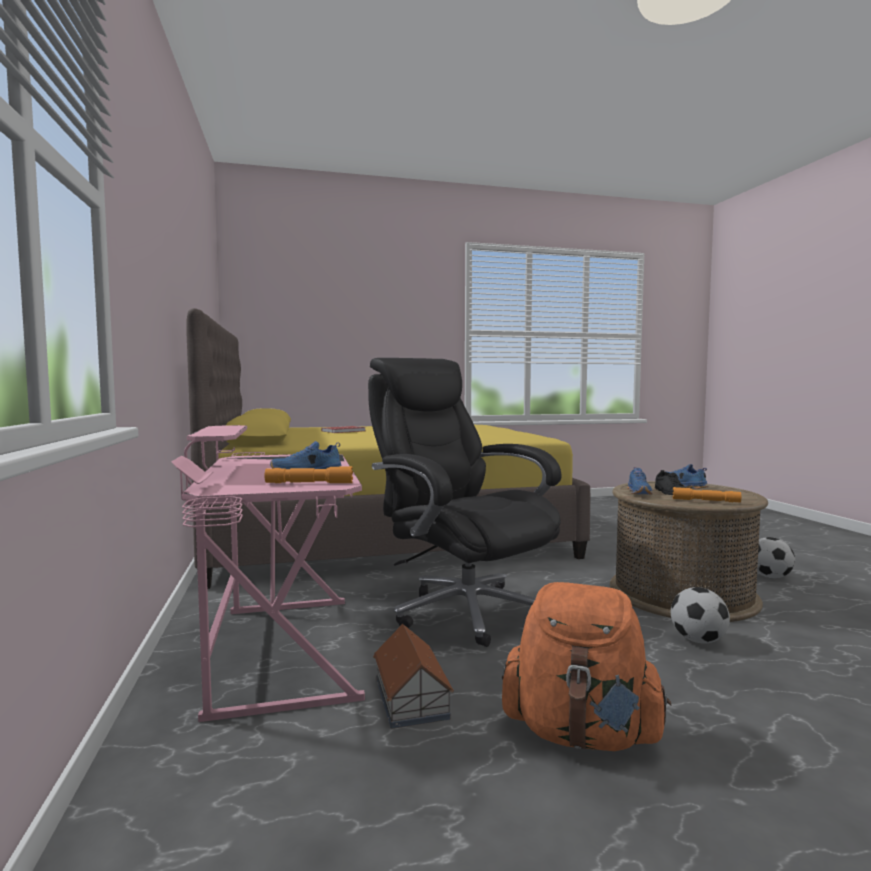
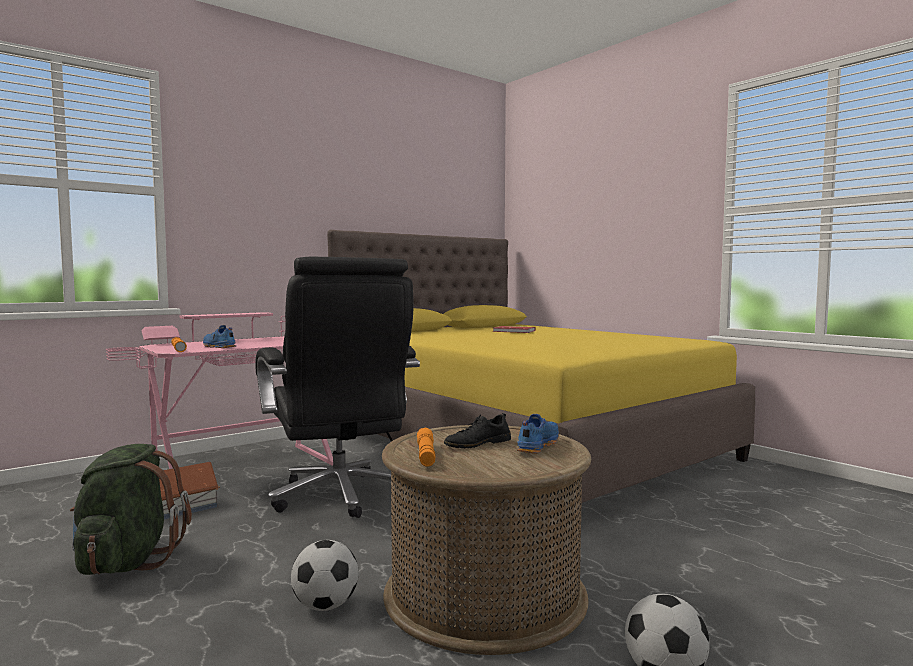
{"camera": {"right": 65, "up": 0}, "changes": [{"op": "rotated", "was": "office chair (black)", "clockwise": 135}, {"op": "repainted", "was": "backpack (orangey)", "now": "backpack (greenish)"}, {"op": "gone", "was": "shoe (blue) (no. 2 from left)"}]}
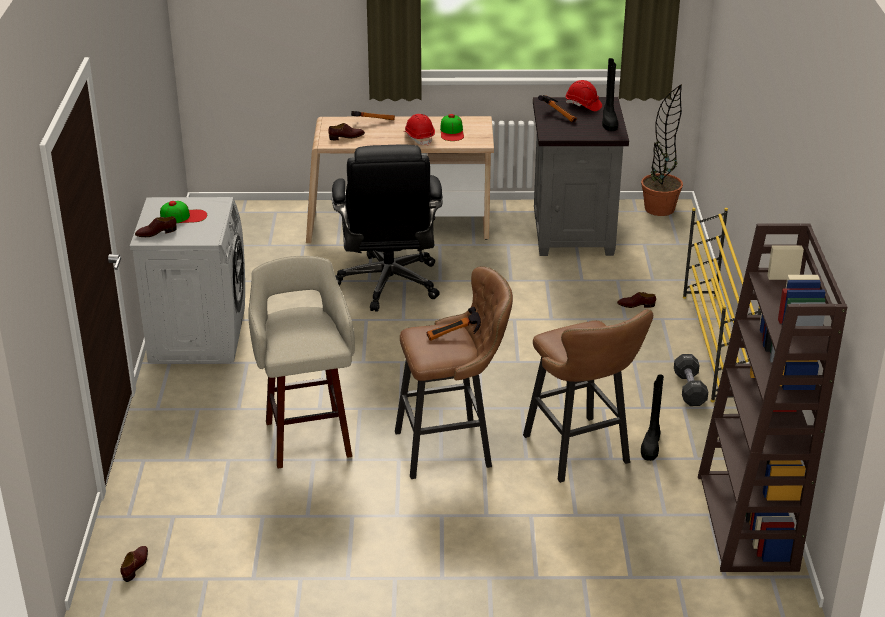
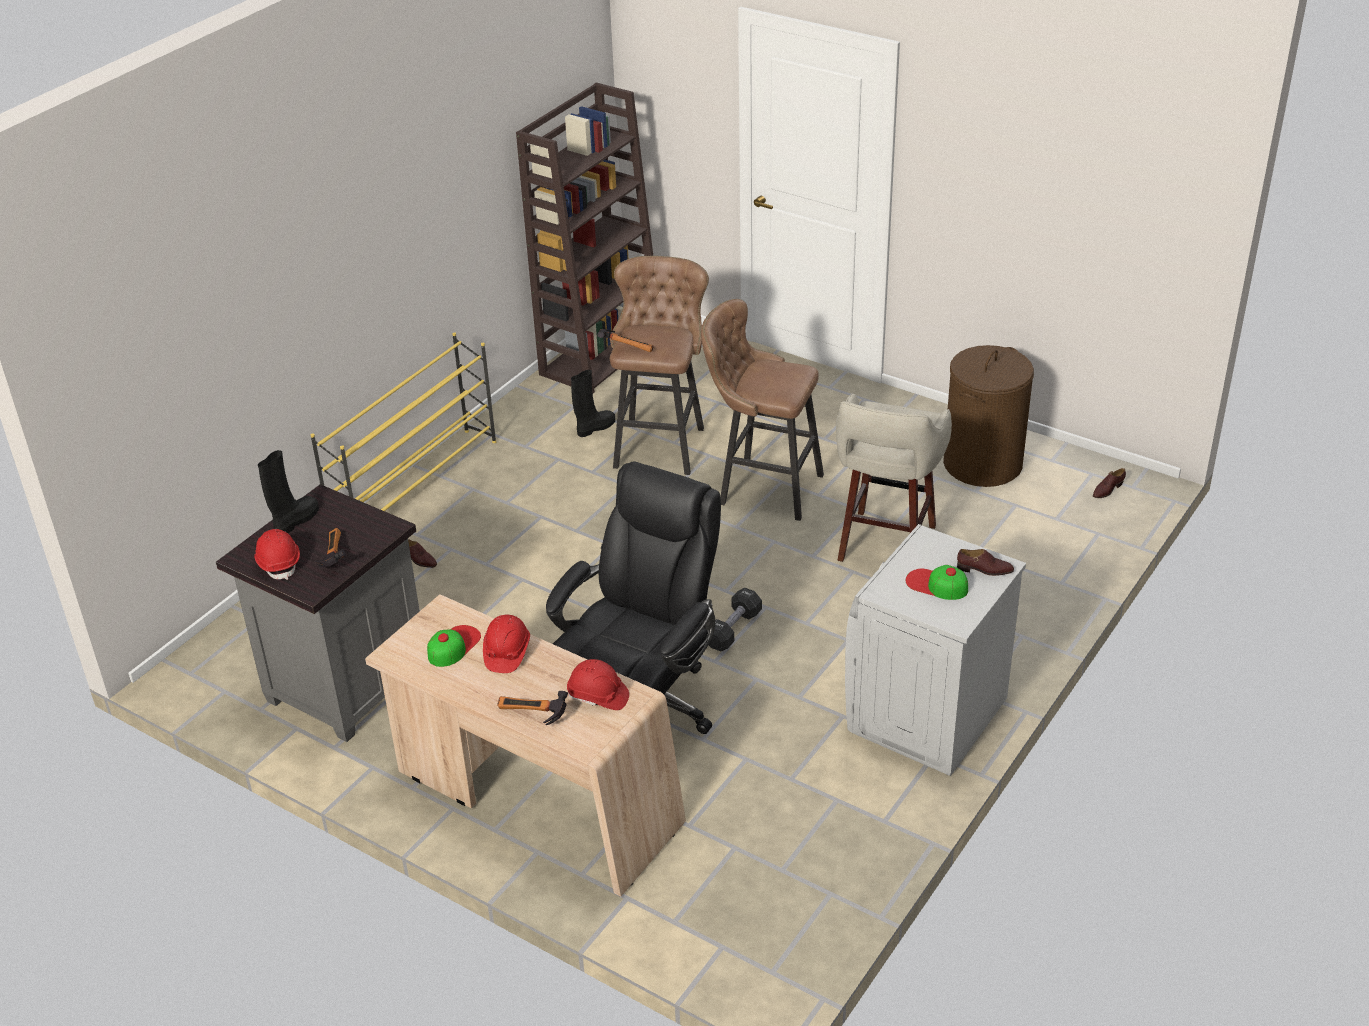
{"camera": {"right": -145, "up": 5}, "changes": [{"op": "swapped", "was": "shoe (brown) (no. 3 from left)", "now": "hard hat (reddish) (no. 3 from left)"}, {"op": "shifted", "was": "hand hammer (no. 2 from left in the first image)", "now": "hand hammer (no. 3 from left)"}, {"op": "gone", "was": "plant in a pot"}, {"op": "shifted", "was": "hand weight (black)"}, {"op": "new", "now": "hamper (brown)"}]}
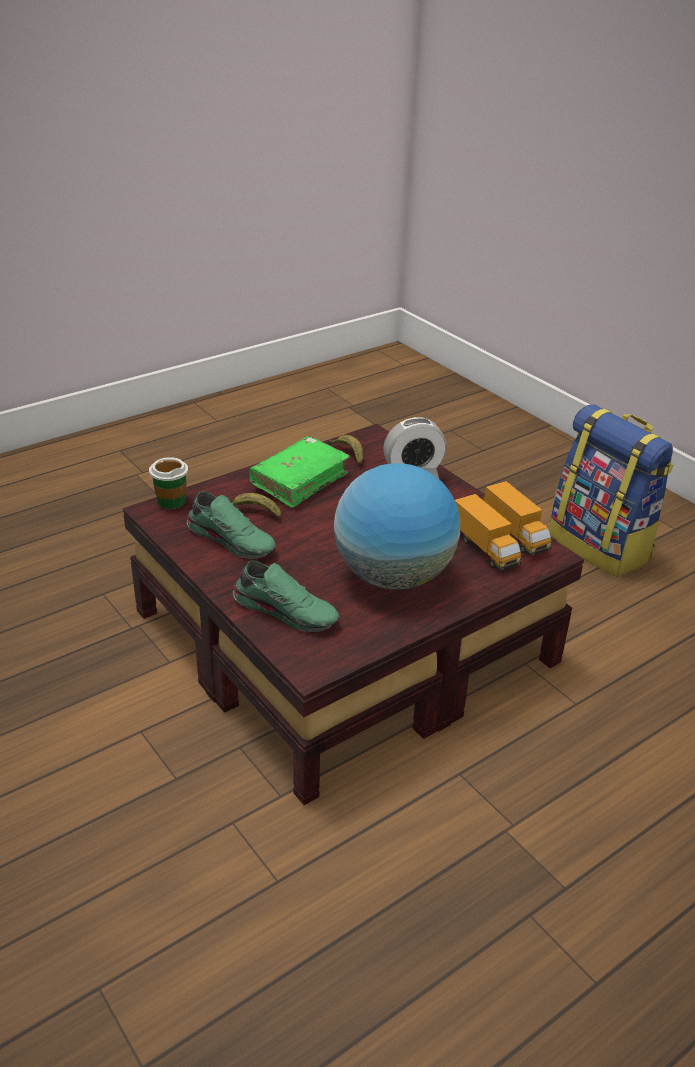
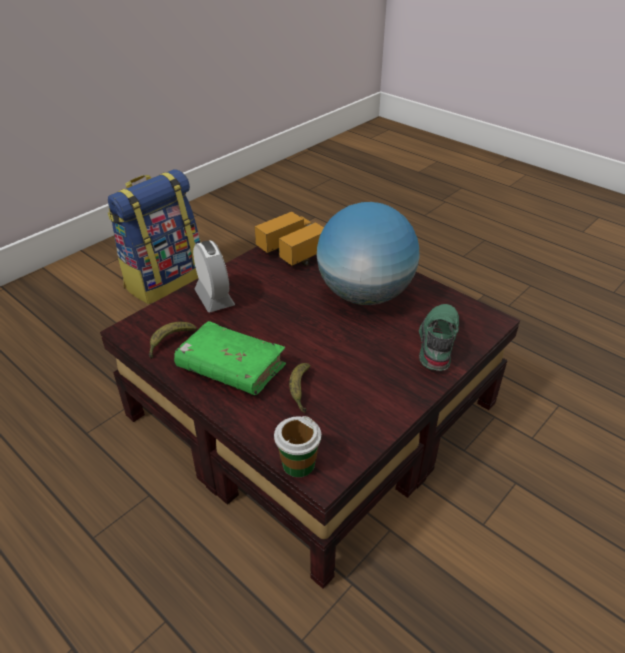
{"camera": {"right": -100, "up": 5}, "changes": [{"op": "gone", "was": "shoe (greenish) (no. 1 from left)"}]}
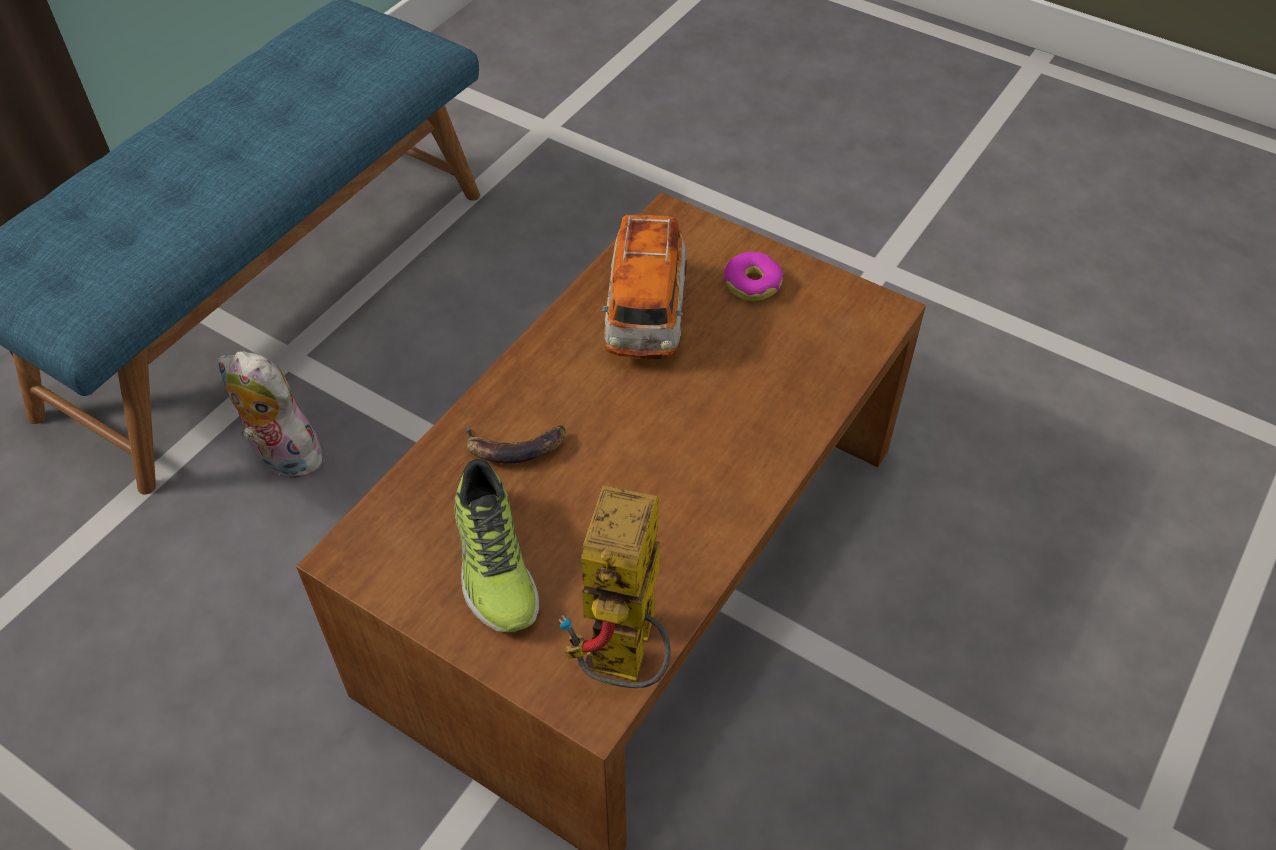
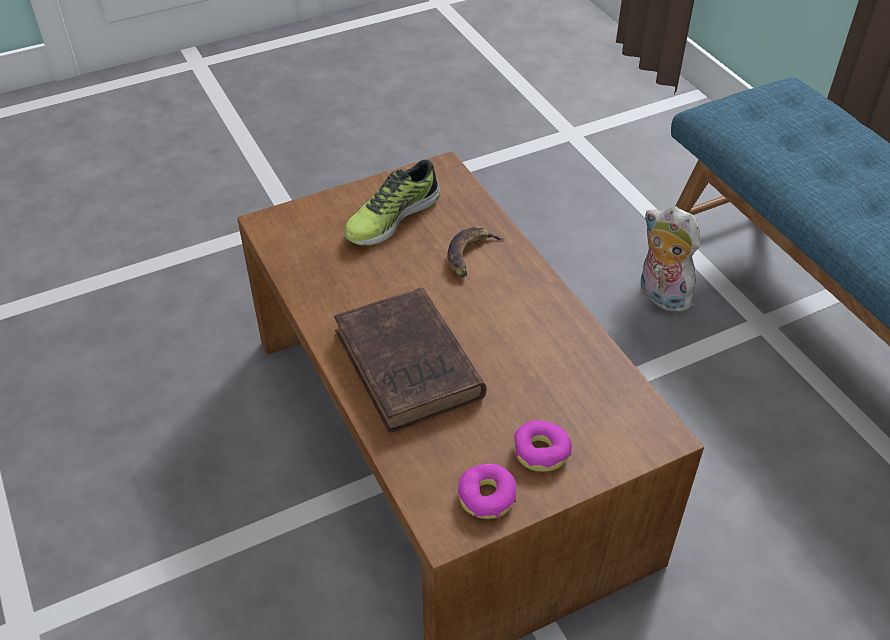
{"camera": {"right": 120, "up": -5}, "changes": [{"op": "rotated", "was": "plush toy", "clockwise": -105}, {"op": "rotated", "was": "shoe", "clockwise": -60}, {"op": "gone", "was": "robot figure"}, {"op": "gone", "was": "model car"}, {"op": "new", "now": "book (brown)"}, {"op": "new", "now": "ring doughnut (no. 1 from left)"}]}
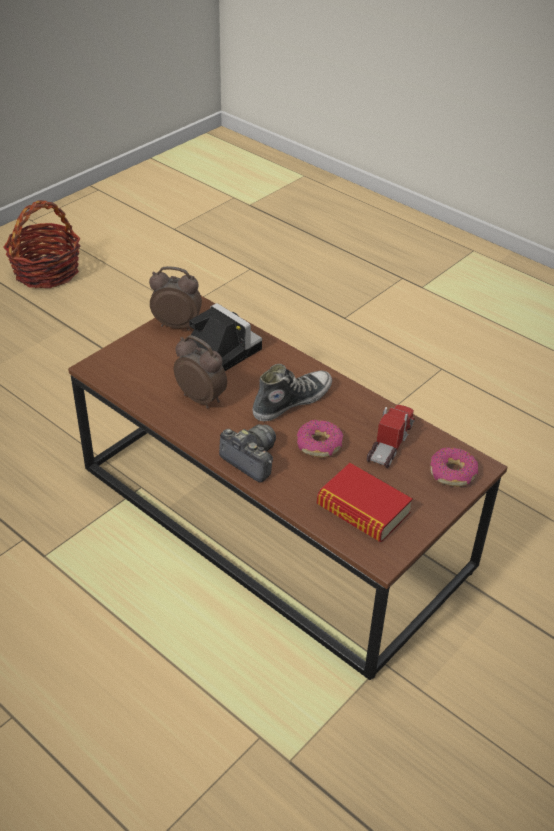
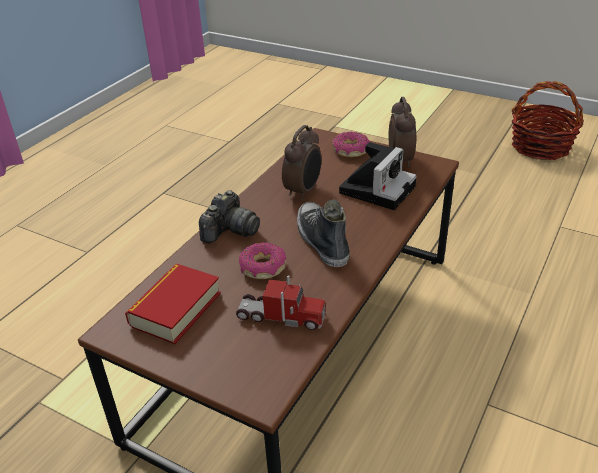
{"camera": {"right": 80, "up": -5}, "changes": [{"op": "rotated", "was": "shoe", "clockwise": -150}, {"op": "shifted", "was": "ring doughnut (no. 2 from left)"}]}
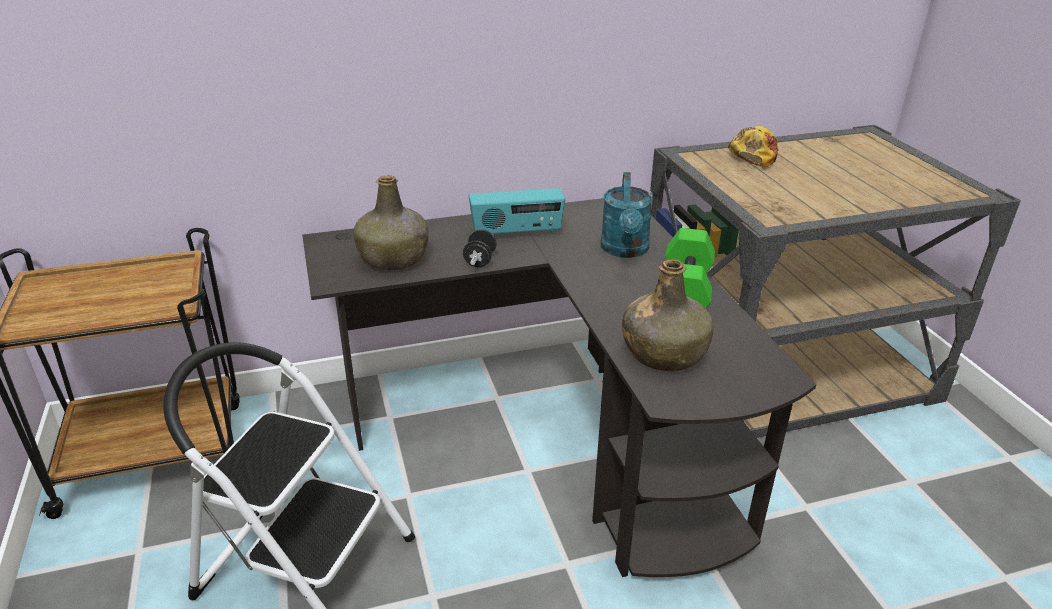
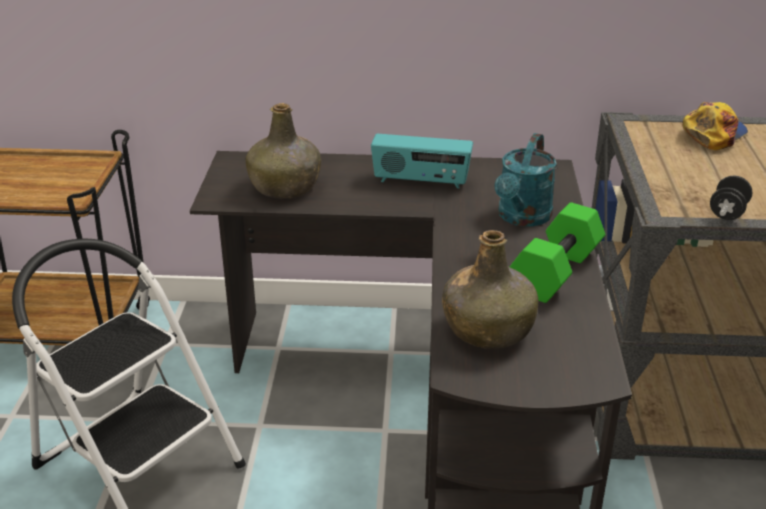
{"camera": {"right": 20, "up": 0}, "changes": [{"op": "shifted", "was": "hand weight (black)"}]}
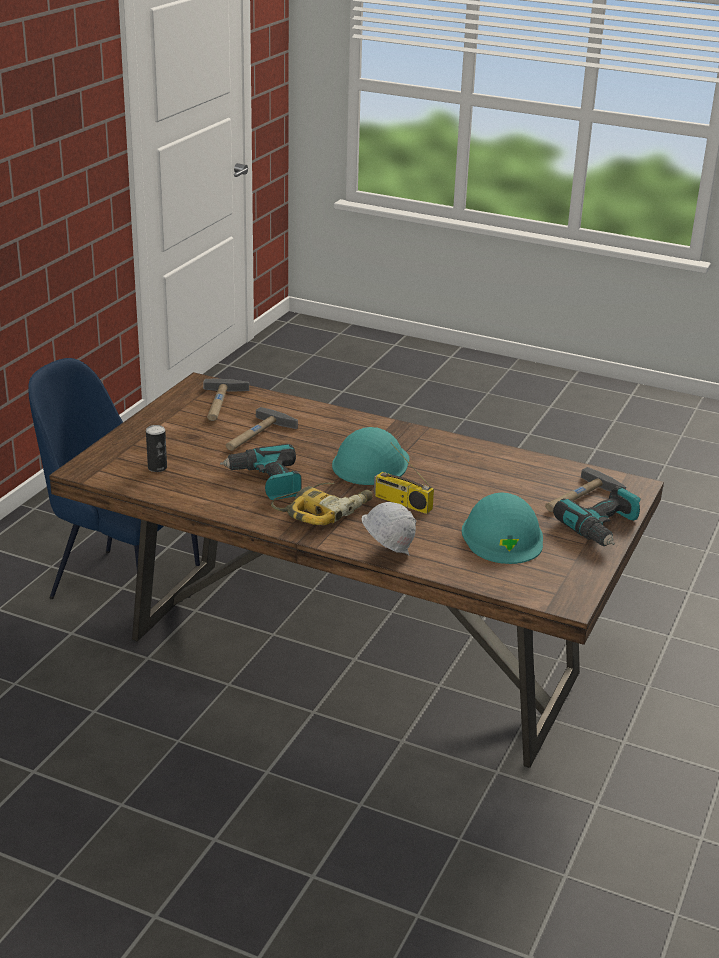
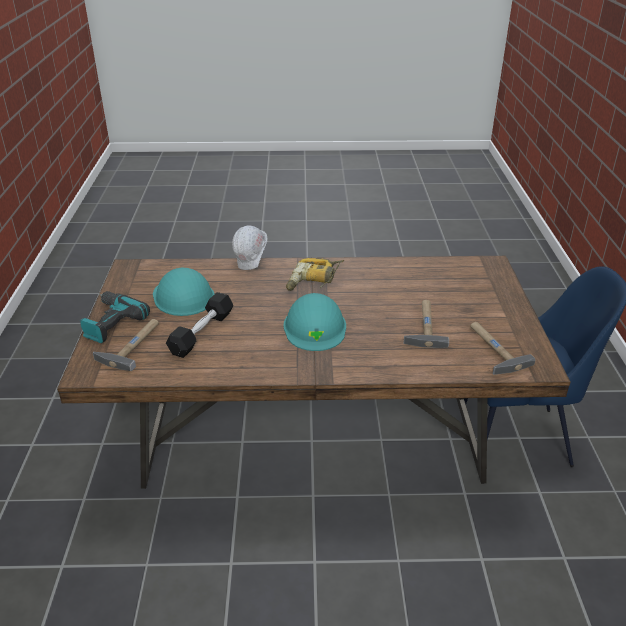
{"camera": {"right": 155, "up": 5}, "changes": [{"op": "gone", "was": "sealed can"}, {"op": "gone", "was": "drill (no. 1 from left)"}, {"op": "gone", "was": "radio receiver"}, {"op": "new", "now": "hand weight (black)"}]}
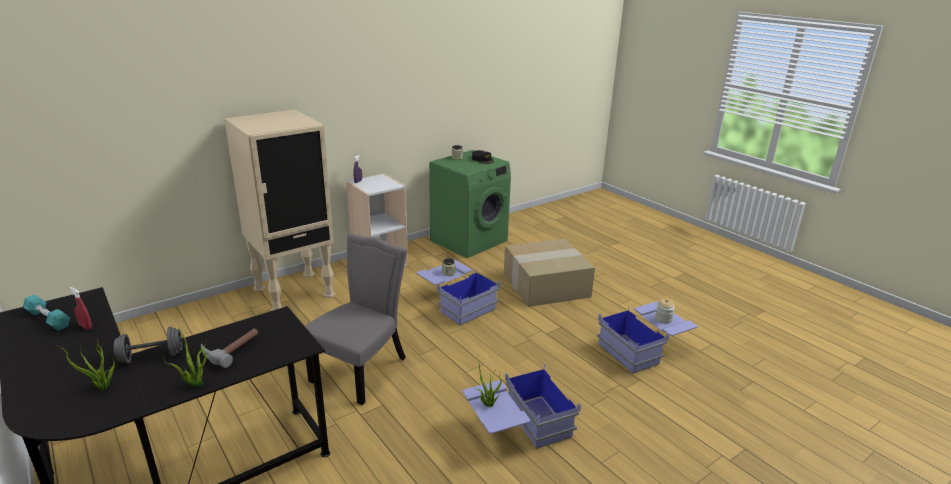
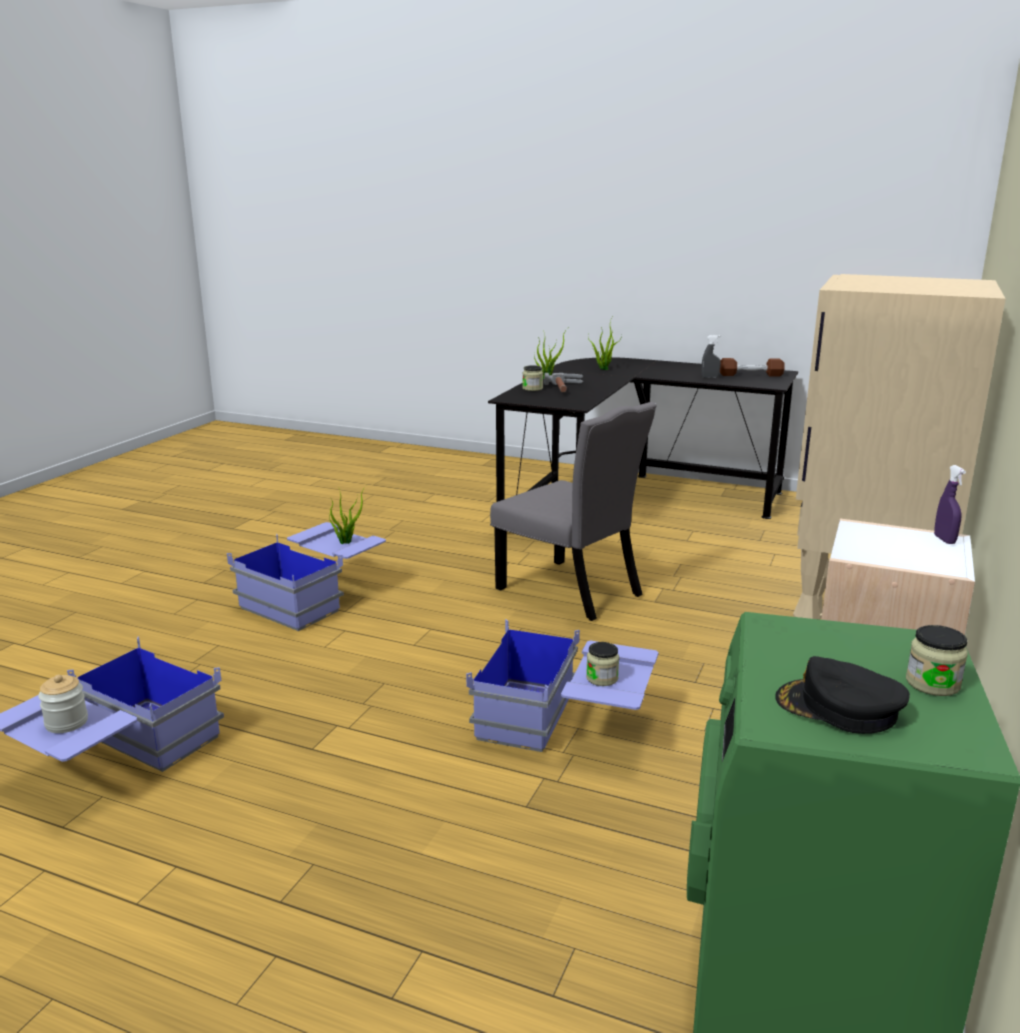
{"camera": {"right": 150, "up": -5}, "changes": [{"op": "repainted", "was": "hand weight (turquoise-coloured)", "now": "hand weight (brown)"}, {"op": "repainted", "was": "hand sprayer (reddish)", "now": "hand sprayer (grey)"}, {"op": "gone", "was": "hand weight (grey)"}, {"op": "rotated", "was": "plain chair (grey)", "clockwise": -45}, {"op": "gone", "was": "carton"}, {"op": "new", "now": "jar (no. 2 from left)"}]}
